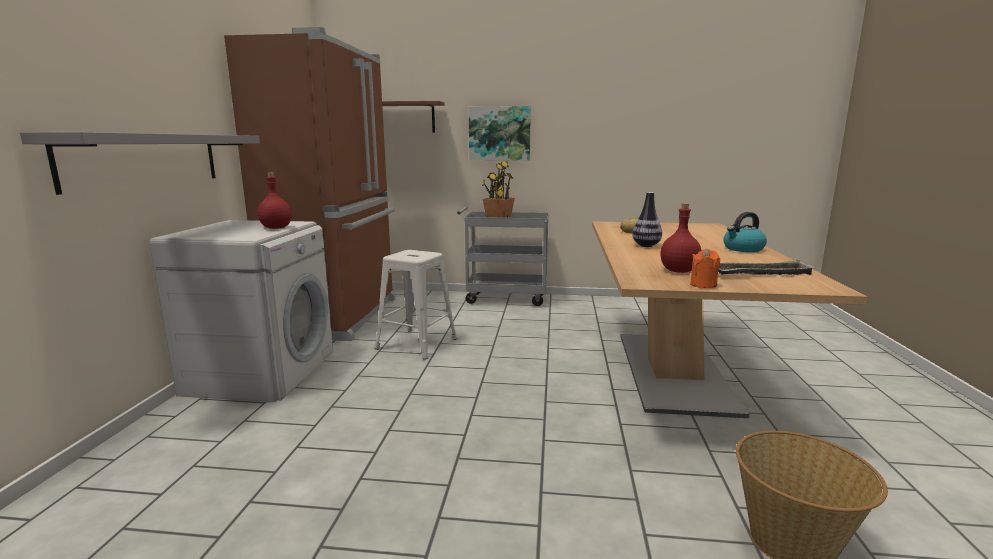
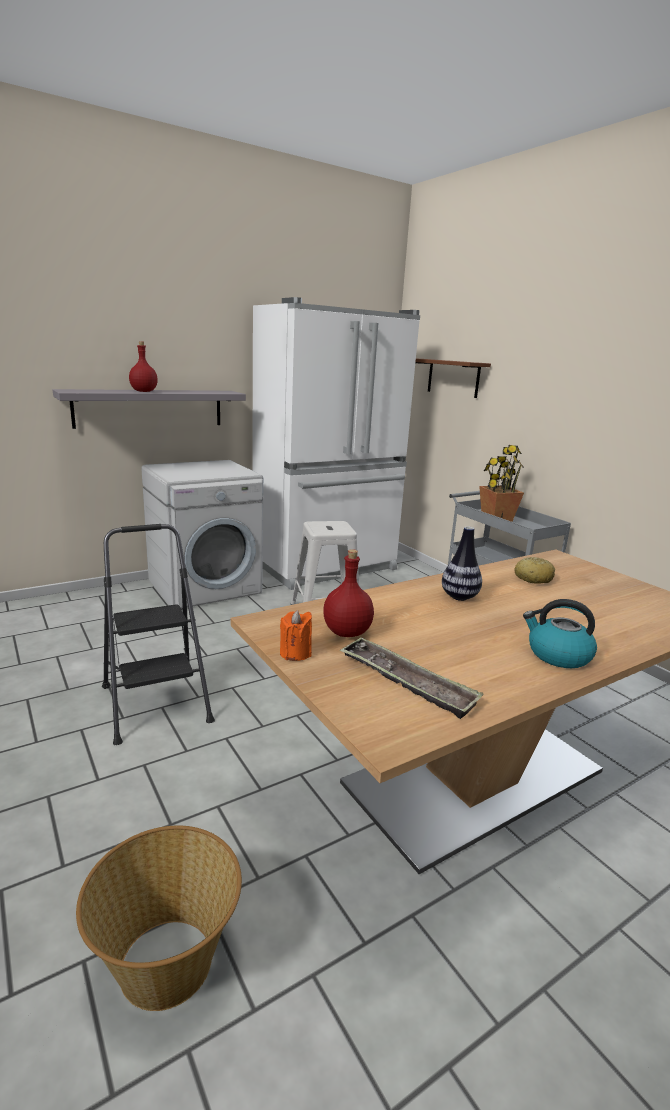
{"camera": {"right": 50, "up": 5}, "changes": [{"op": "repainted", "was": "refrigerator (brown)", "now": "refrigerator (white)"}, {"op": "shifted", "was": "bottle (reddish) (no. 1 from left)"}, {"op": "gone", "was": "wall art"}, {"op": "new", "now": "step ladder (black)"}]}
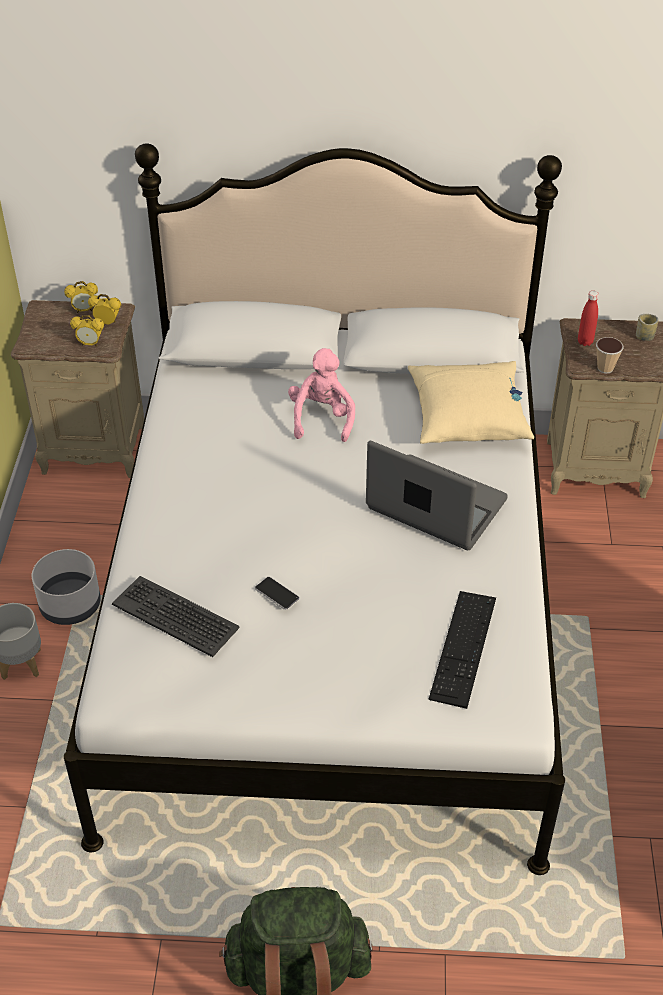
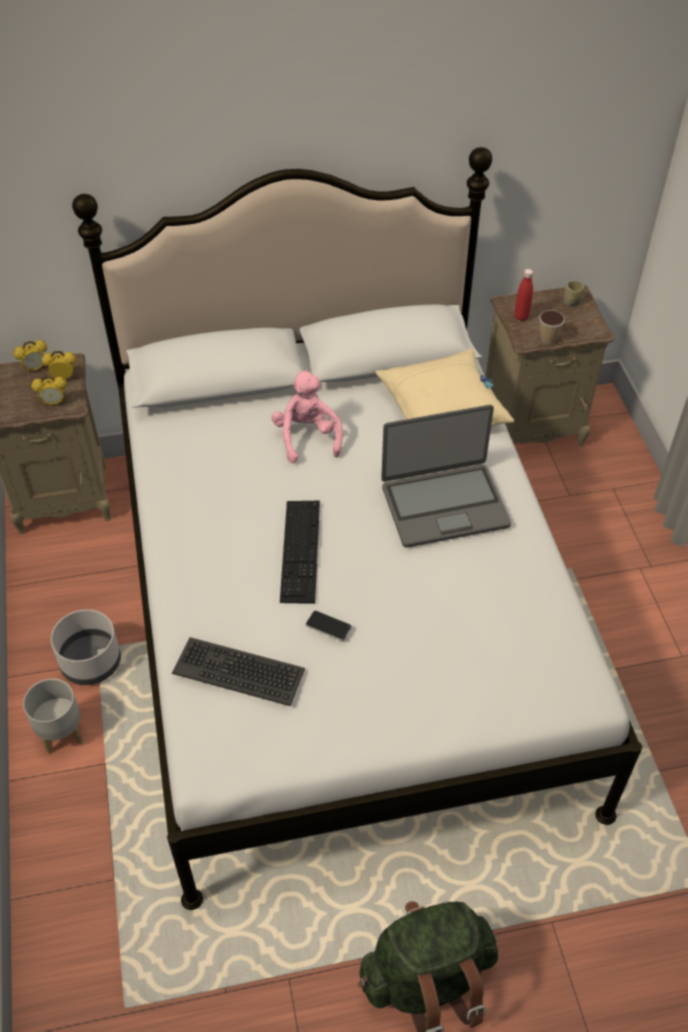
{"camera": {"right": -15, "up": 5}, "changes": [{"op": "rotated", "was": "laptop", "clockwise": 150}, {"op": "shifted", "was": "keyboard (no. 2 from left)"}]}
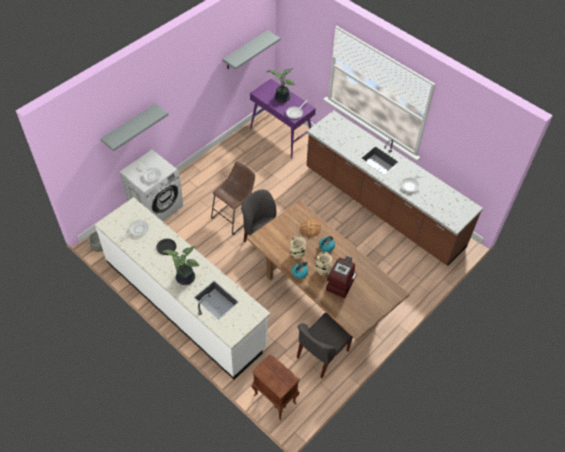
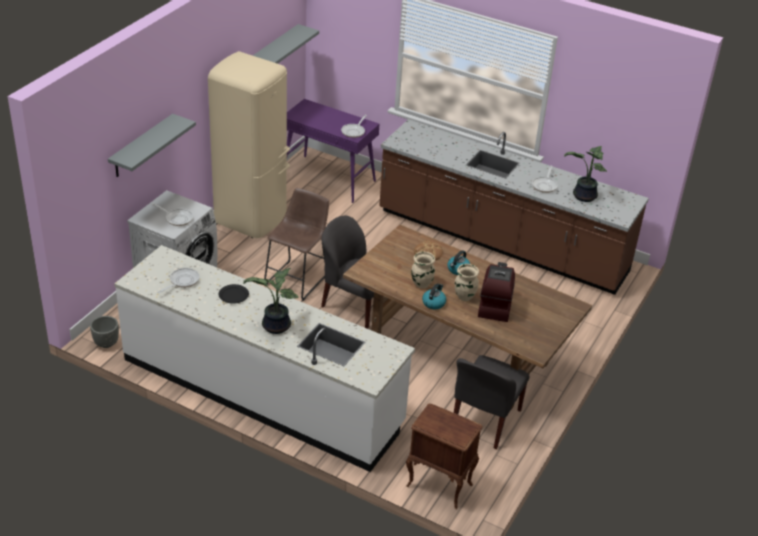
{"camera": {"right": -15, "up": -15}, "changes": [{"op": "shifted", "was": "plant in a pot (no. 2 from left)"}, {"op": "new", "now": "refrigerator (beige-coloured)"}]}
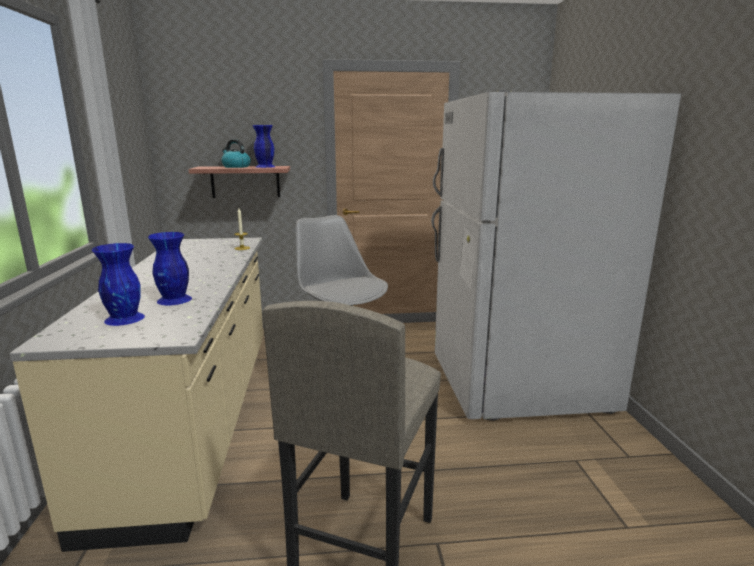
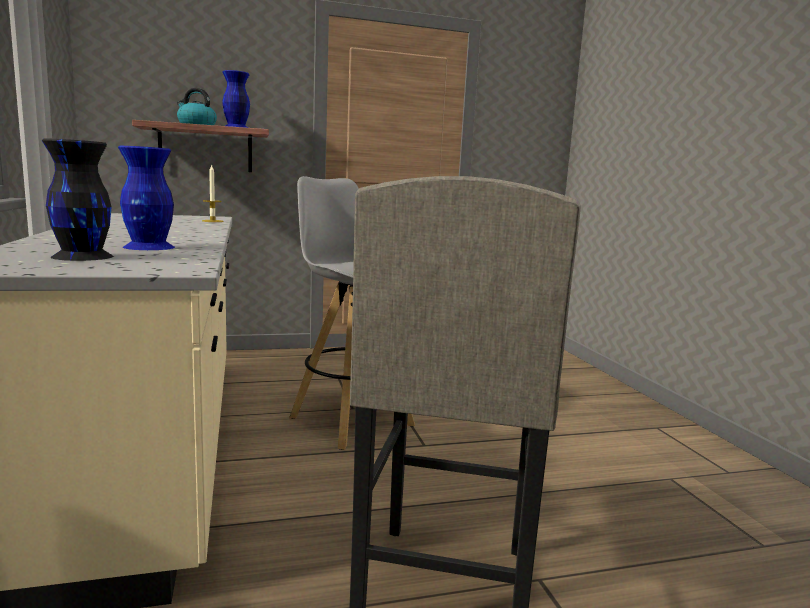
{"camera": {"right": -10, "up": -5}, "changes": [{"op": "repainted", "was": "flower vase (blue) (no. 1 from left)", "now": "flower vase (black)"}, {"op": "gone", "was": "refrigerator (white)"}]}
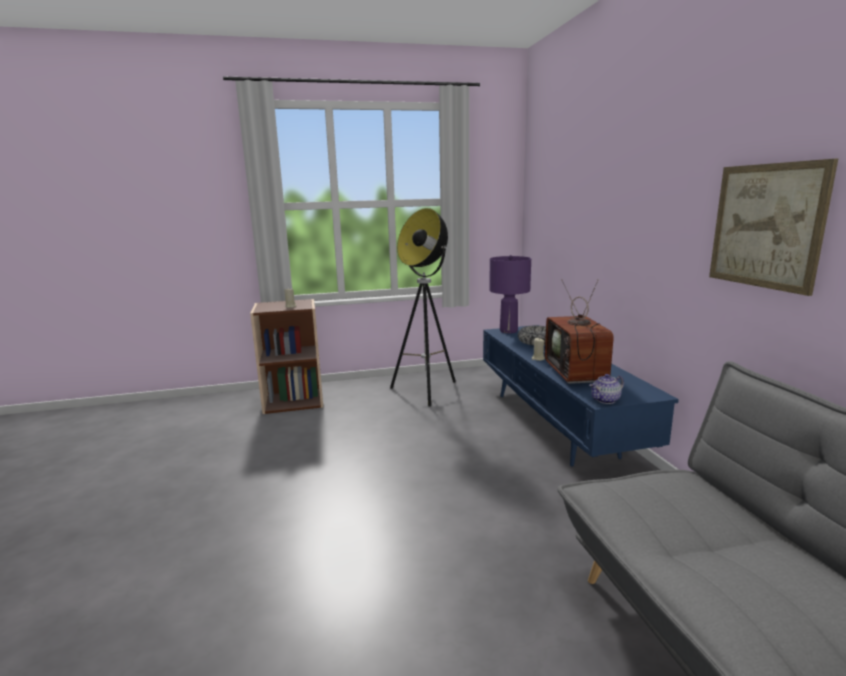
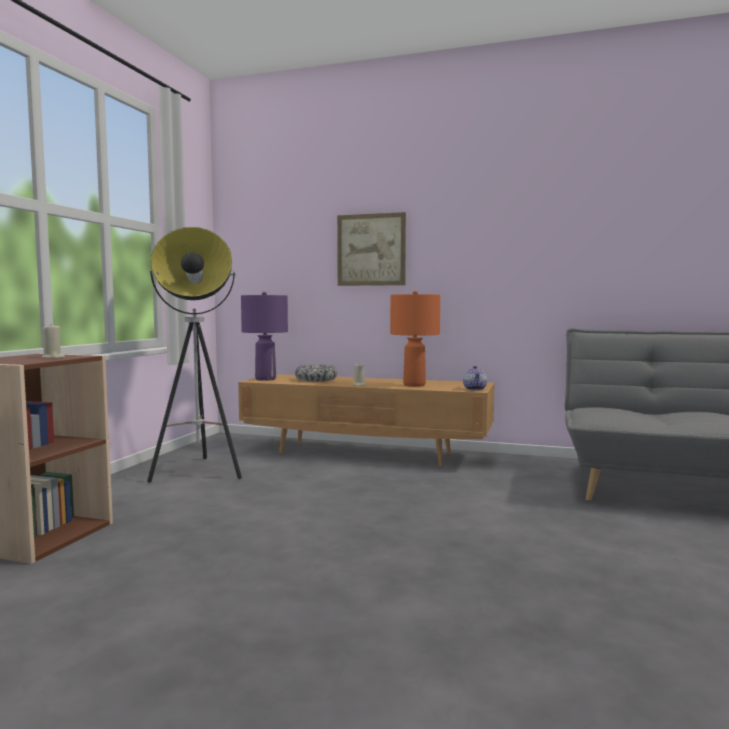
{"camera": {"right": -60, "up": -10}, "changes": [{"op": "repainted", "was": "tv stand (blue)", "now": "tv stand (beige-coloured)"}, {"op": "swapped", "was": "television", "now": "tabletop lamp (orangey)"}, {"op": "shifted", "was": "wall art"}]}
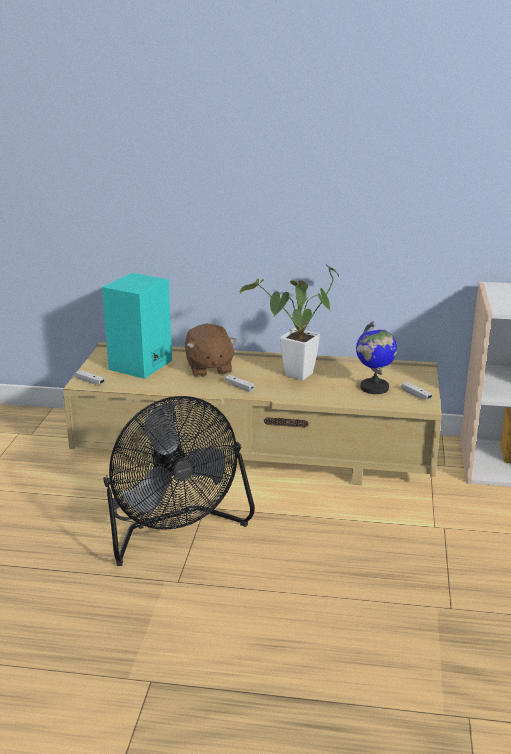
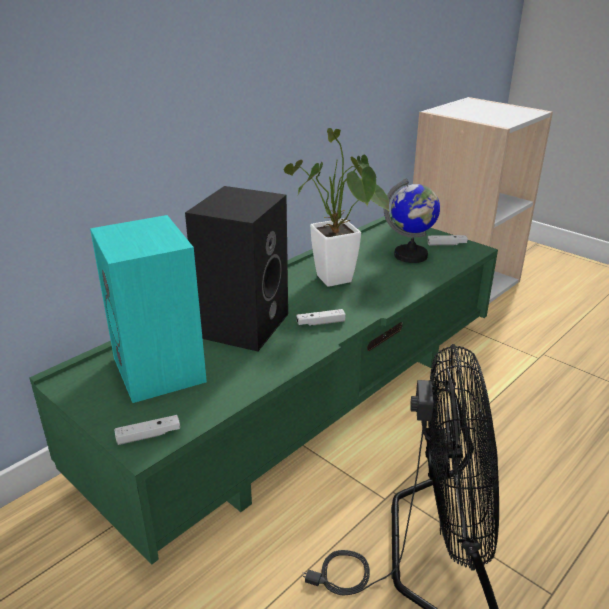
{"camera": {"right": -55, "up": 5}, "changes": [{"op": "repainted", "was": "tv stand (beige-coloured)", "now": "tv stand (greenish)"}, {"op": "swapped", "was": "plush toy (brown)", "now": "loudspeaker (black)"}]}
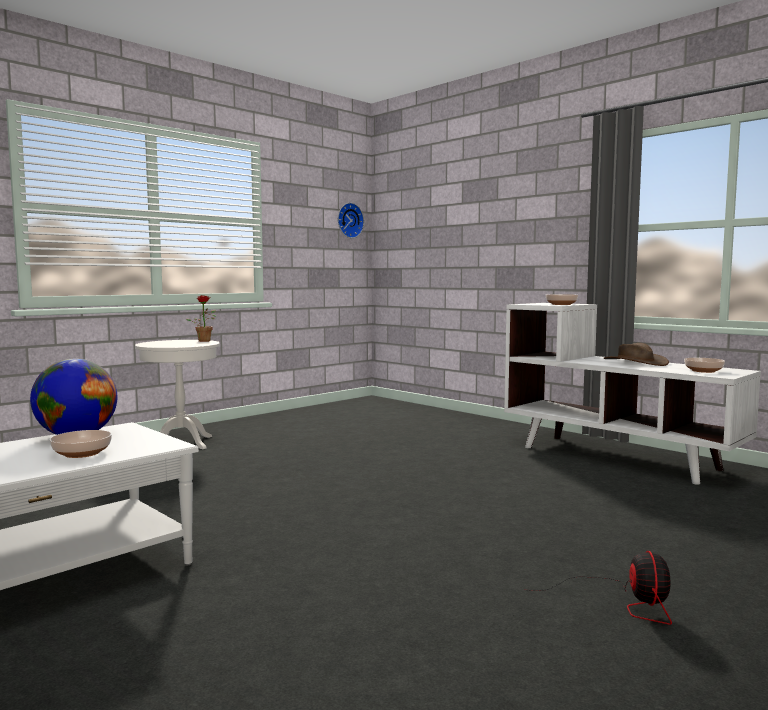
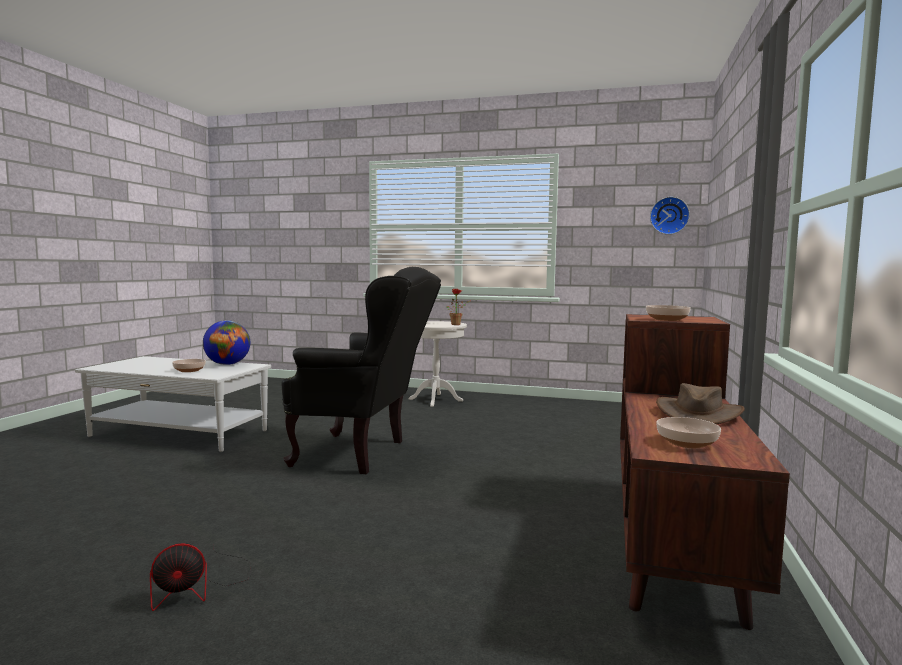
{"camera": {"right": 60, "up": 0}, "changes": [{"op": "repainted", "was": "tv stand (white)", "now": "tv stand (brown)"}, {"op": "new", "now": "easy chair (black)"}]}
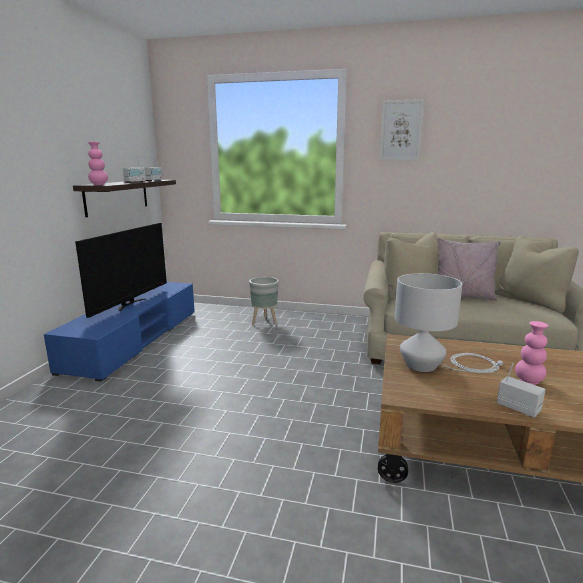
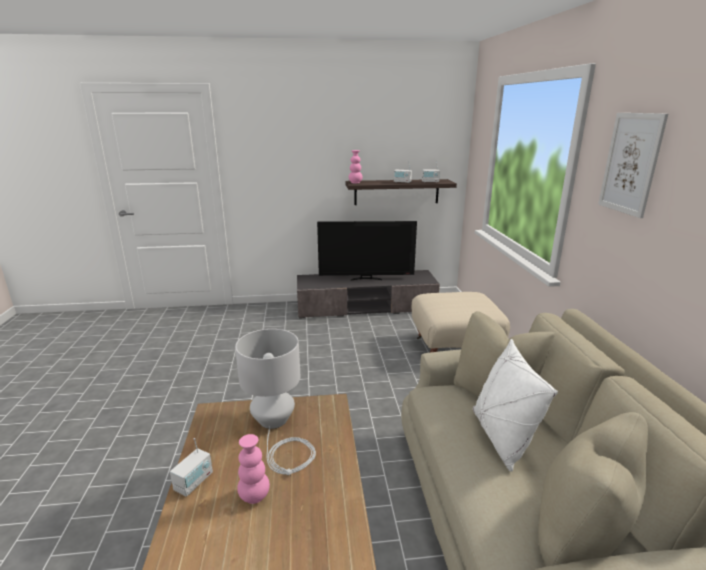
{"camera": {"right": 70, "up": 5}, "changes": [{"op": "repainted", "was": "tv stand (blue)", "now": "tv stand (grey)"}, {"op": "swapped", "was": "flower pot (grey)", "now": "pouffe (beige-coloured)"}, {"op": "repainted", "was": "throw pillow (purple)", "now": "throw pillow (white)"}]}
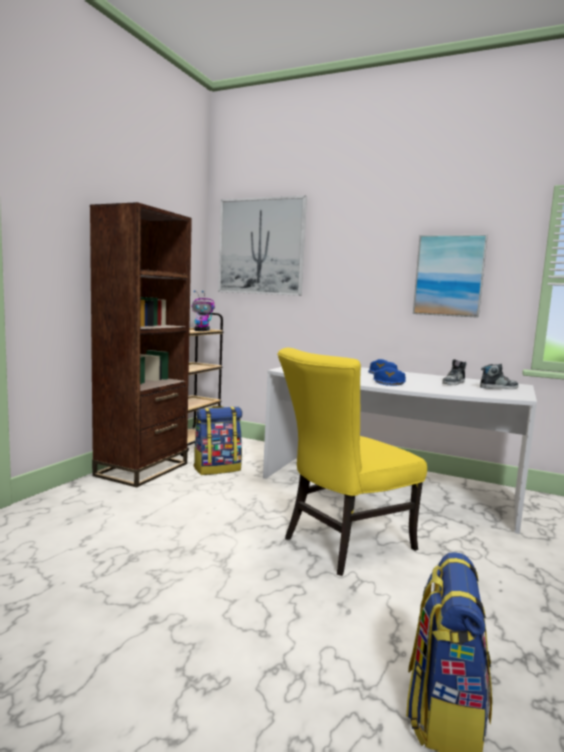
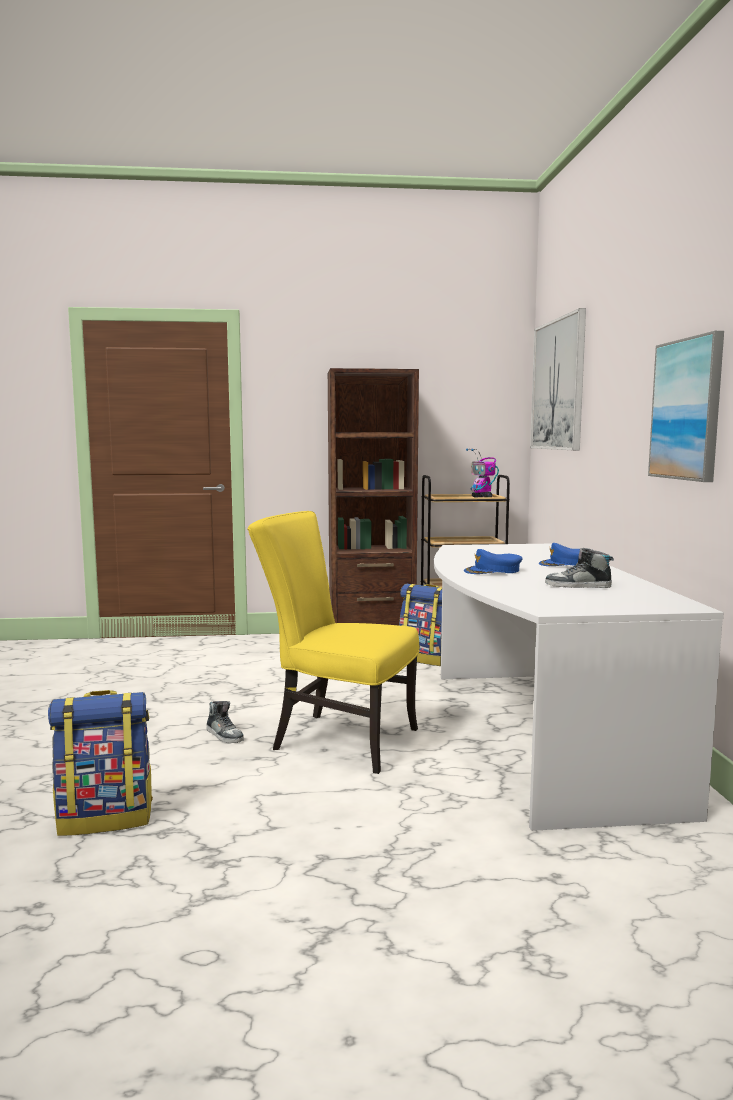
{"camera": {"right": 60, "up": 0}, "changes": [{"op": "shifted", "was": "shoe (no. 2 from left in the first image)", "now": "shoe (no. 1 from left)"}]}
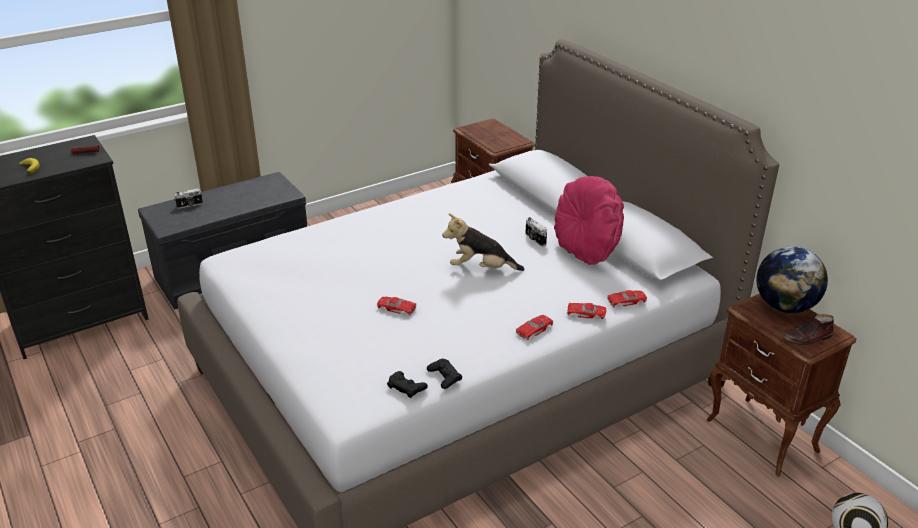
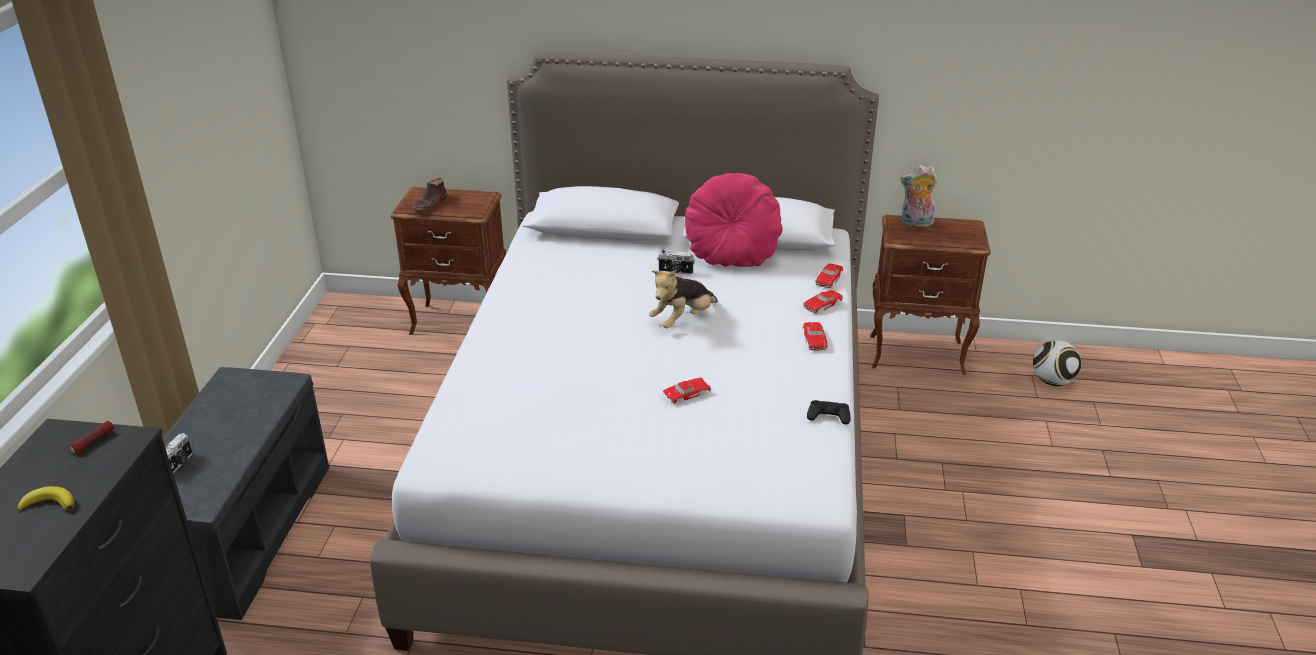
{"camera": {"right": -50, "up": 0}, "changes": [{"op": "gone", "was": "gamepad (black) (no. 1 from left)"}, {"op": "swapped", "was": "desk globe", "now": "plush toy (no. 2 from left)"}, {"op": "shifted", "was": "shoe (brown)"}]}
